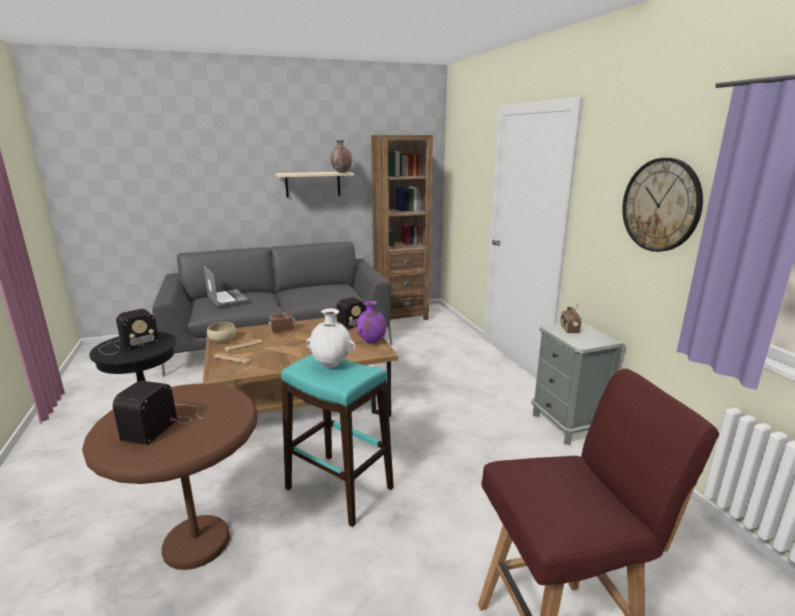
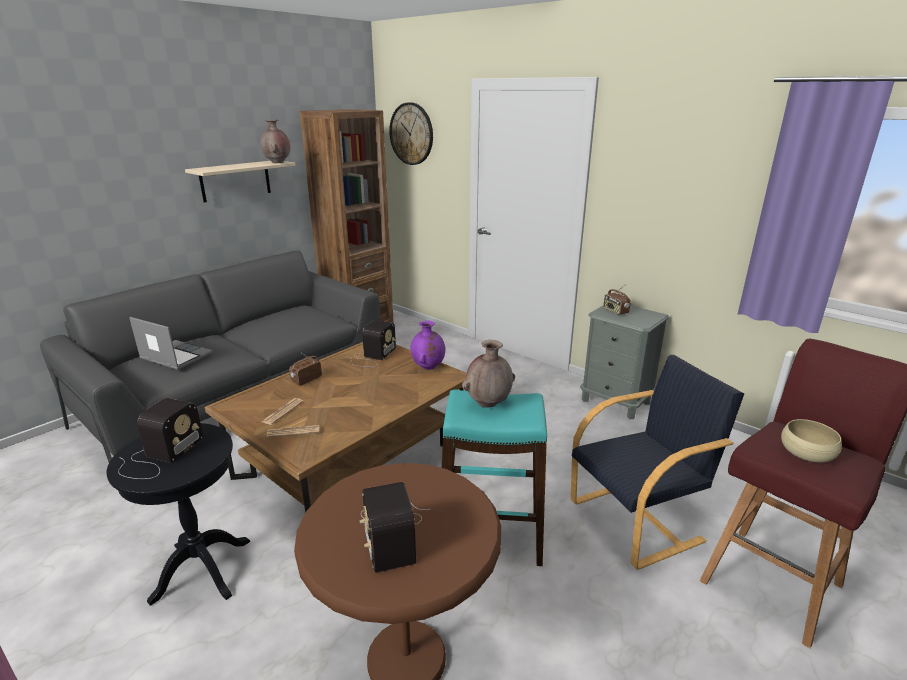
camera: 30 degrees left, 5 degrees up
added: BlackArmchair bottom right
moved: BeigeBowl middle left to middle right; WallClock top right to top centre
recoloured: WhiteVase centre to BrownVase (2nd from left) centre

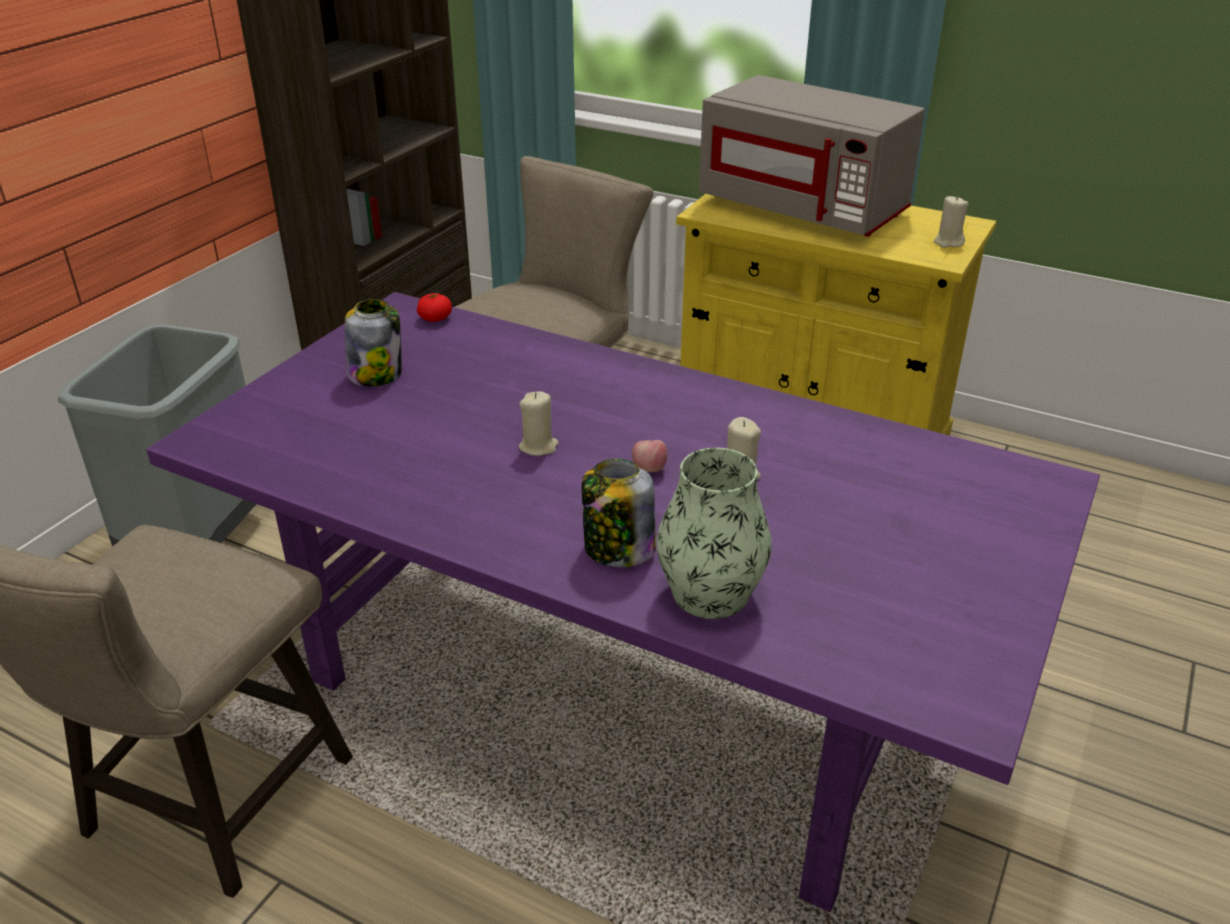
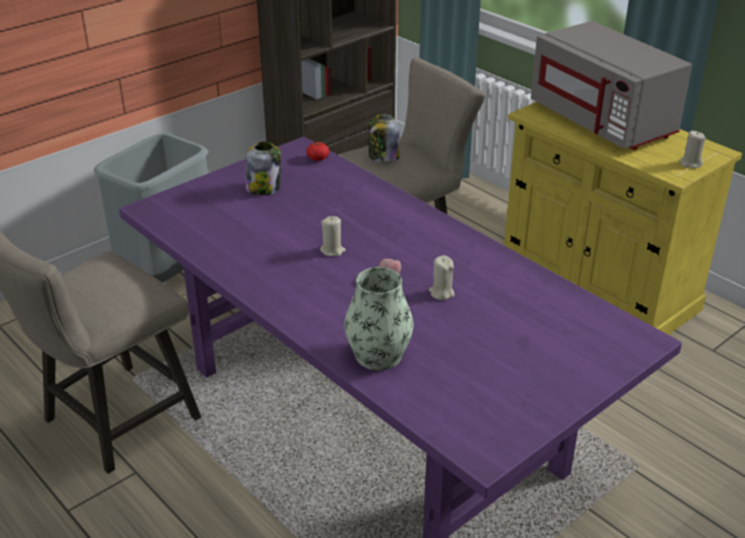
camera: 20 degrees right, 0 degrees up
moved: Jar (2nd from left) centre to top centre

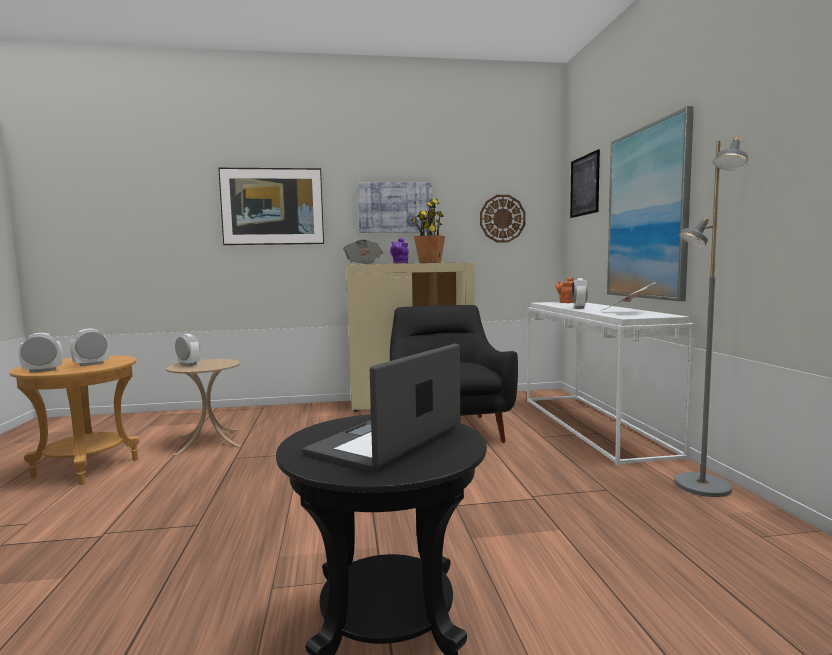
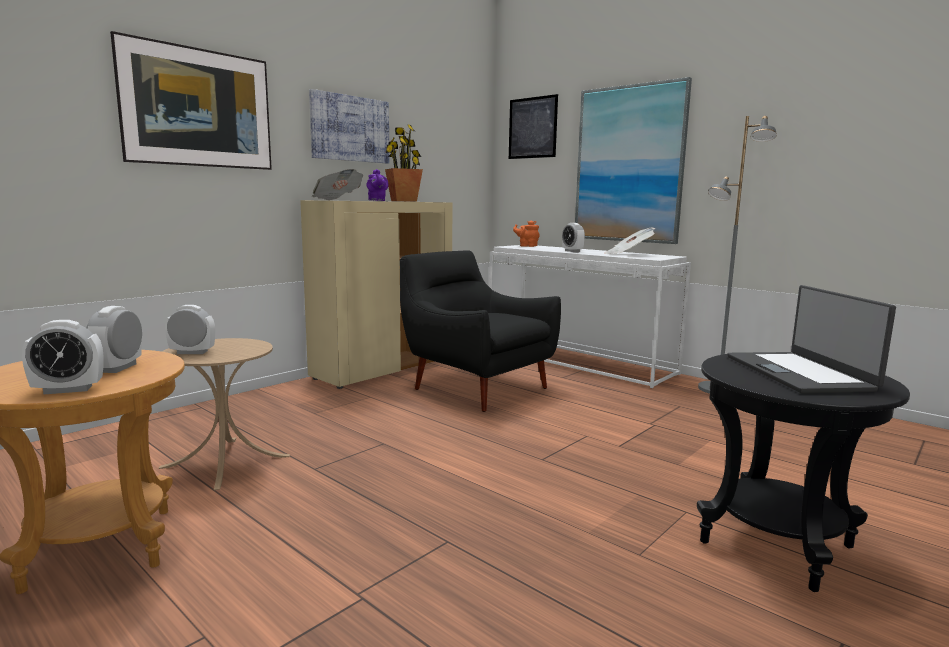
camera: 40 degrees left, 5 degrees up
removed: WallClock centre
turned: AlarmClock (1st from left) middle left = middle left 135 degrees counterclockwise

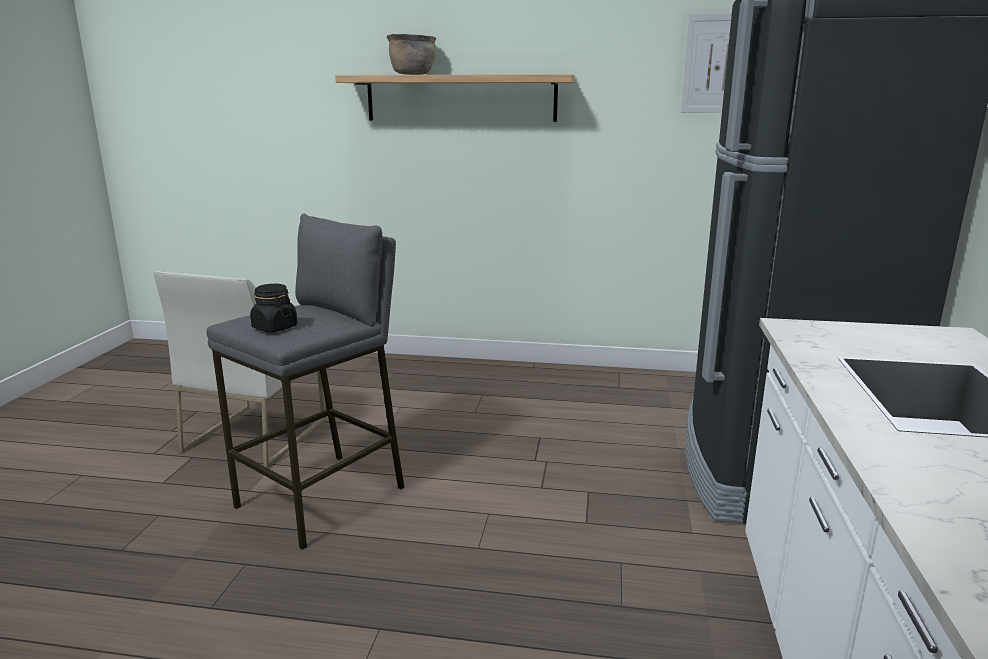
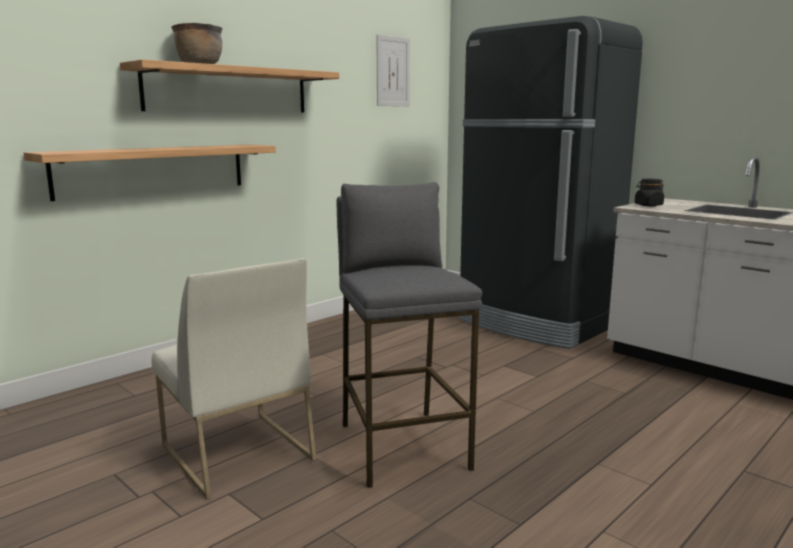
camera: 55 degrees left, 5 degrees down
added: Shelf (1st from left) top left
moved: BlackJar middle left to middle right

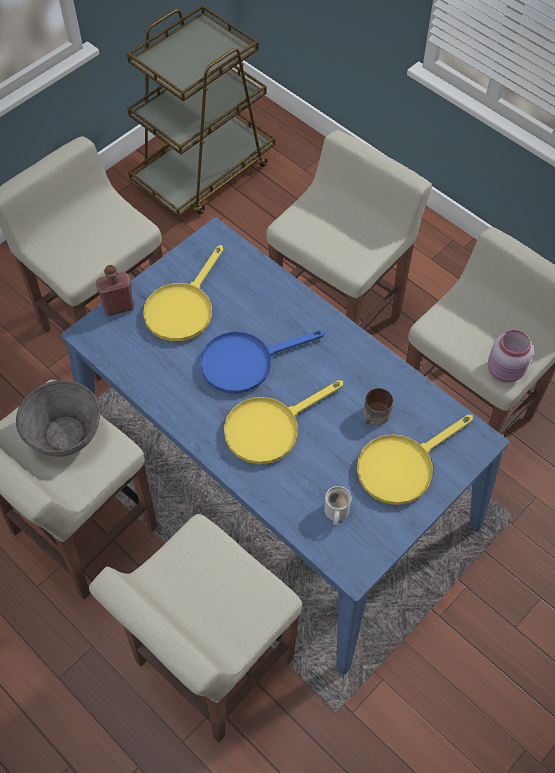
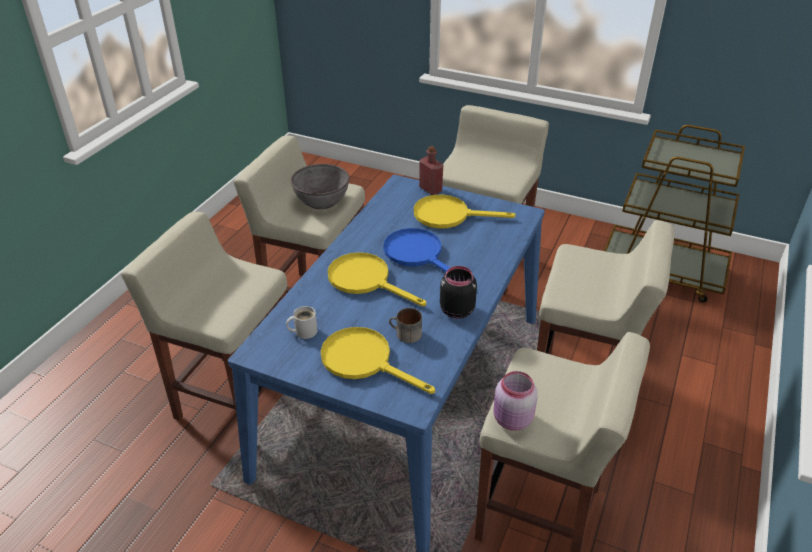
camera: 70 degrees right, 20 degrees down
added: BlackJar centre

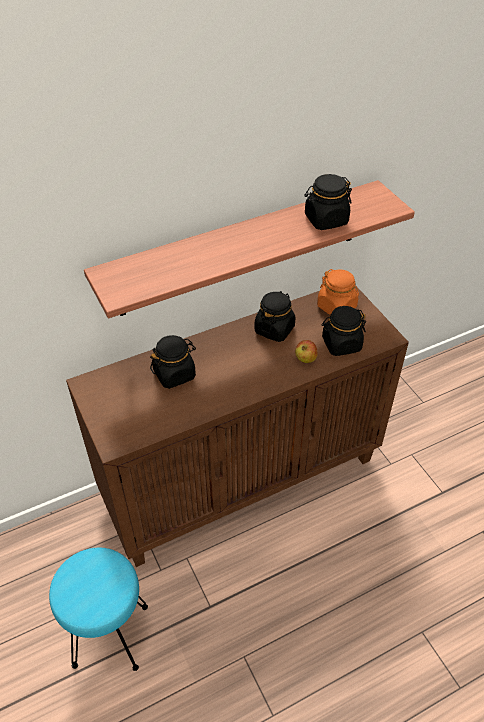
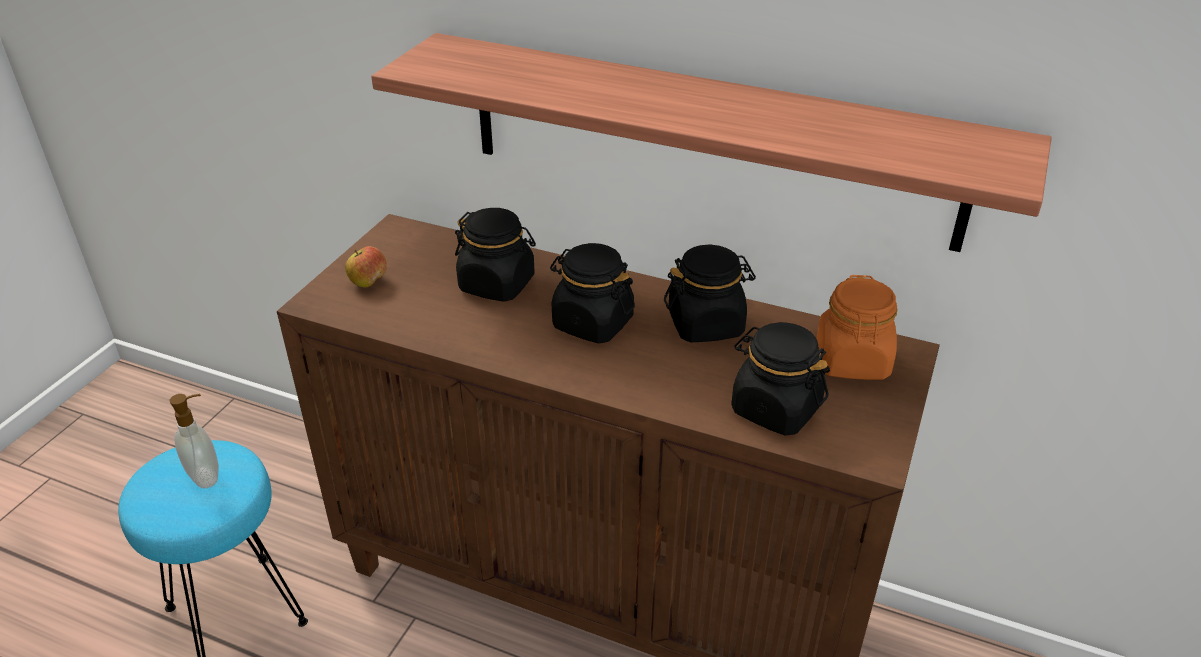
camera: 50 degrees right, 10 degrees down
added: SoapDispenser bottom left
moved: Apple centre to middle left; BlackJar (3rd from left in the first image) top right to BlackJar (2nd from left) centre

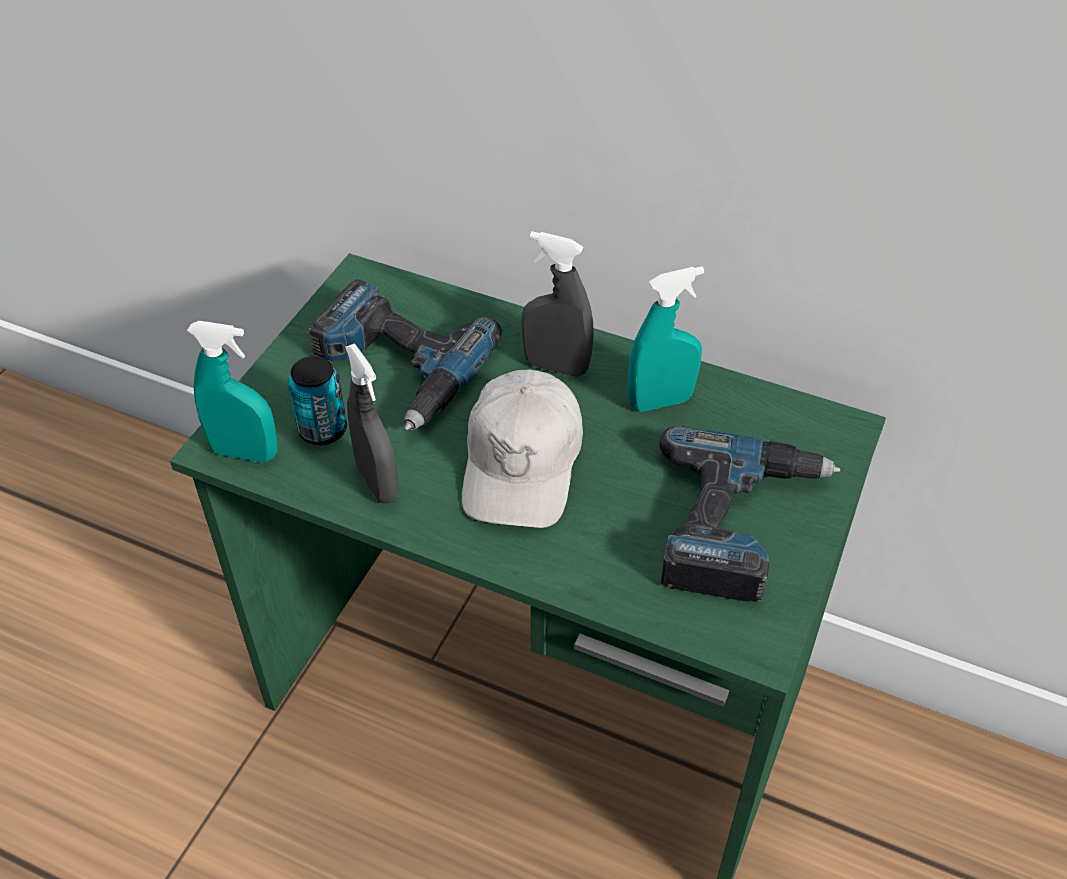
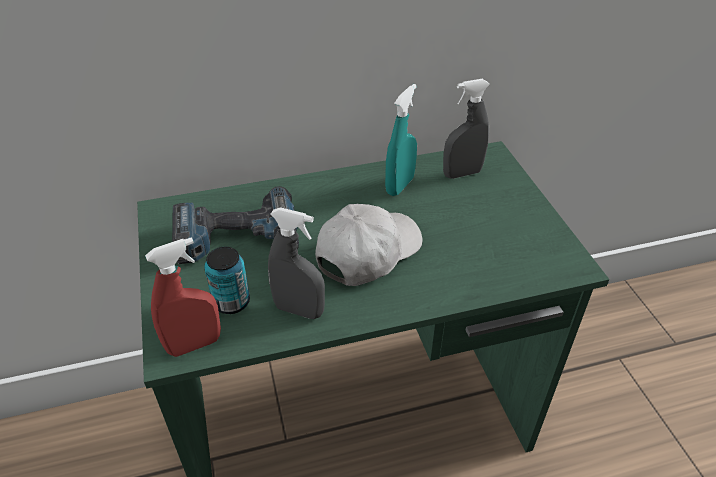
camera: 40 degrees left, 5 degrees down
removed: PowerDrill (2nd from left) middle right
moved: GreySprayBottle (2nd from left) centre to top centre
recoloured: TurquoiseSprayBottle (1st from left) middle left to RedSprayBottle middle left
turned: WhiteCap centre = centre 105 degrees counterclockwise

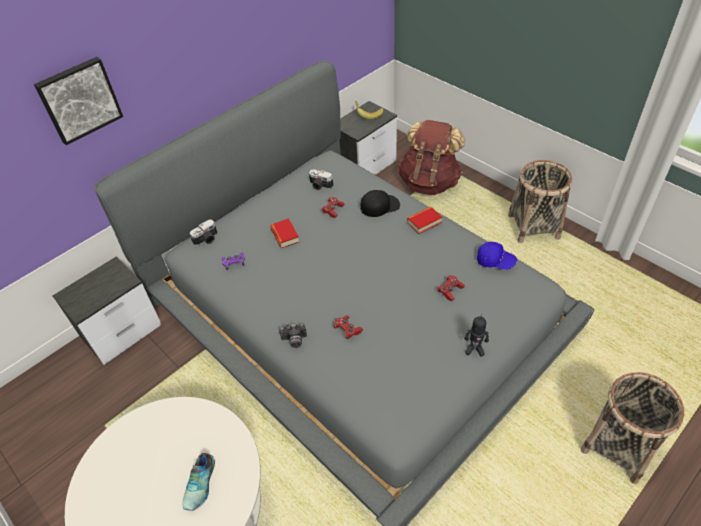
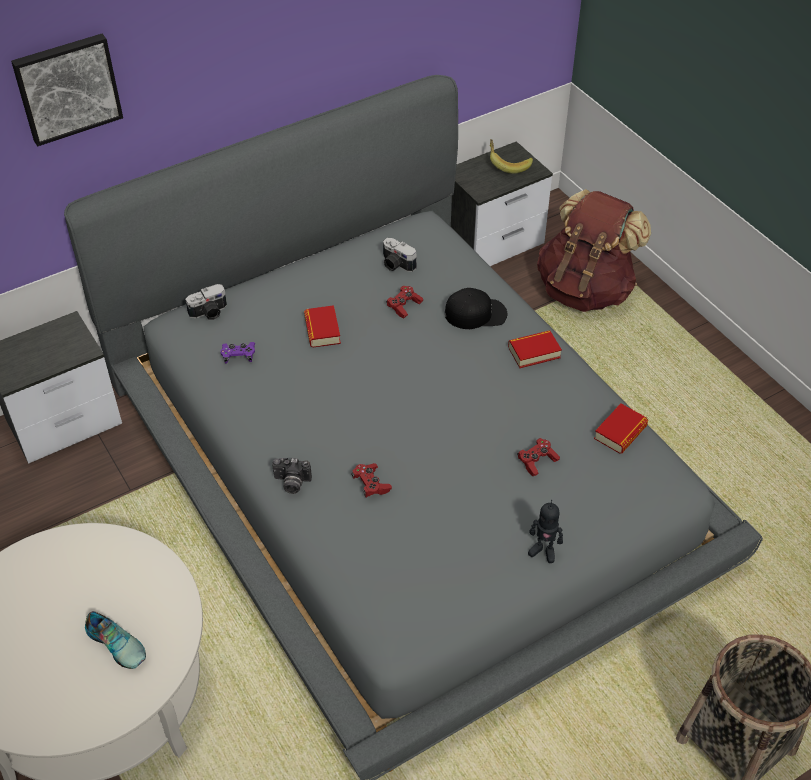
camera: 10 degrees right, 0 degrees up
removed: Basket (1st from left) middle right
replaced: BlueCap middle right to Book (3rd from left) middle right
turned: Shoe bottom left = bottom left 75 degrees counterclockwise

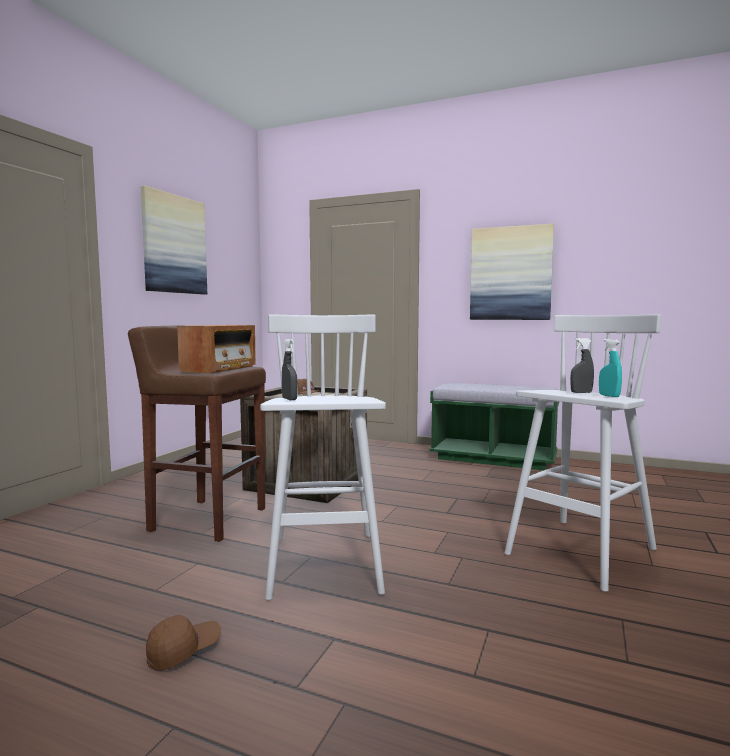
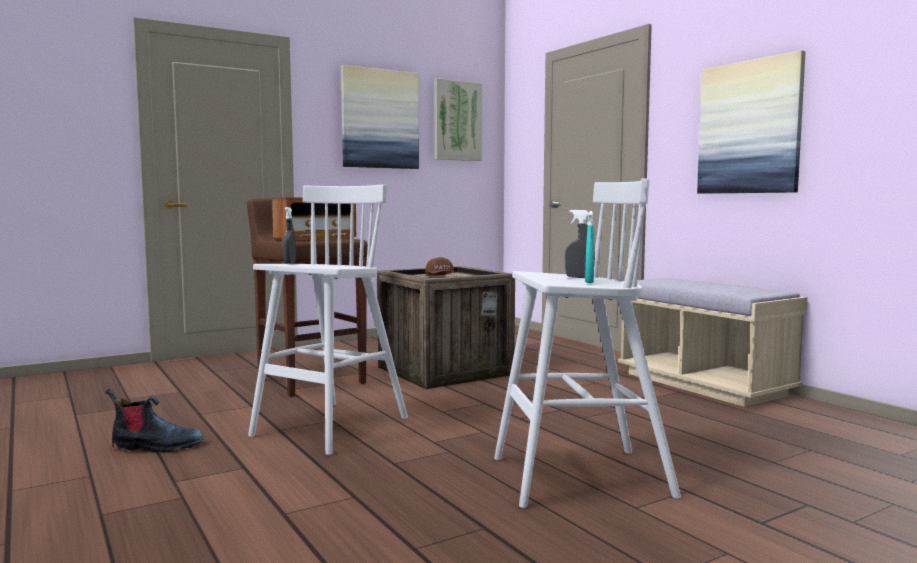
camera: 35 degrees right, 0 degrees up
added: Picture (2nd from left) top centre
replaced: BrownCap (1st from left) bottom left to Boot bottom left
recoloured: GreenBench middle right to BeigeBench middle right

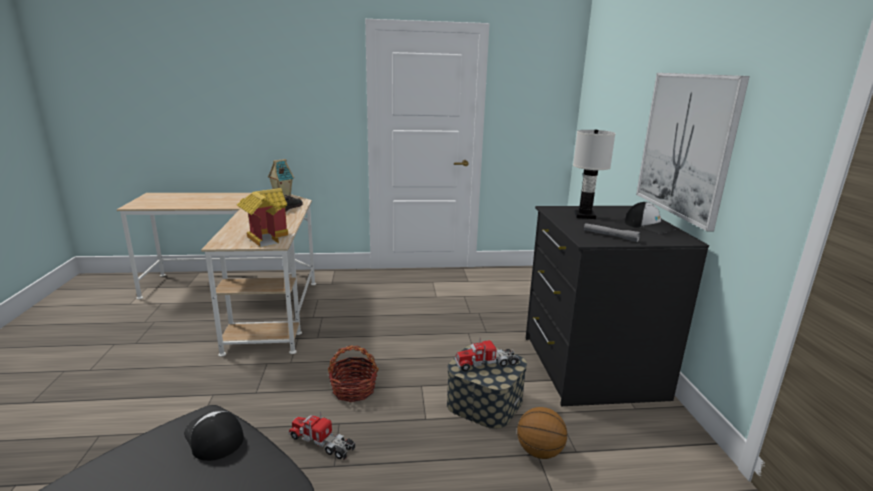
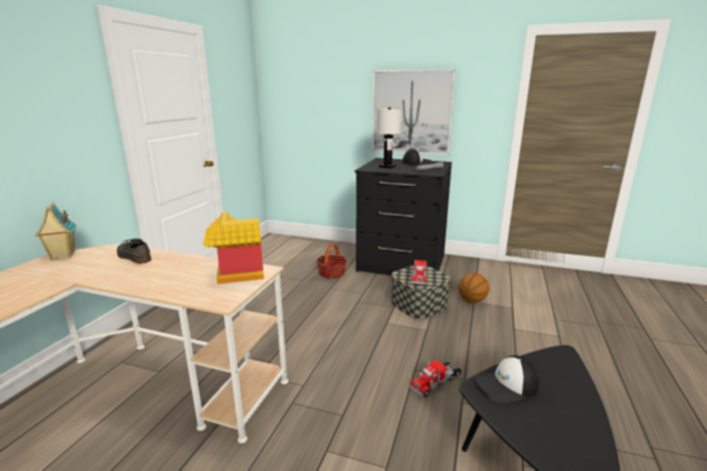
camera: 65 degrees left, 0 degrees up
moved: Basket bottom centre to centre

